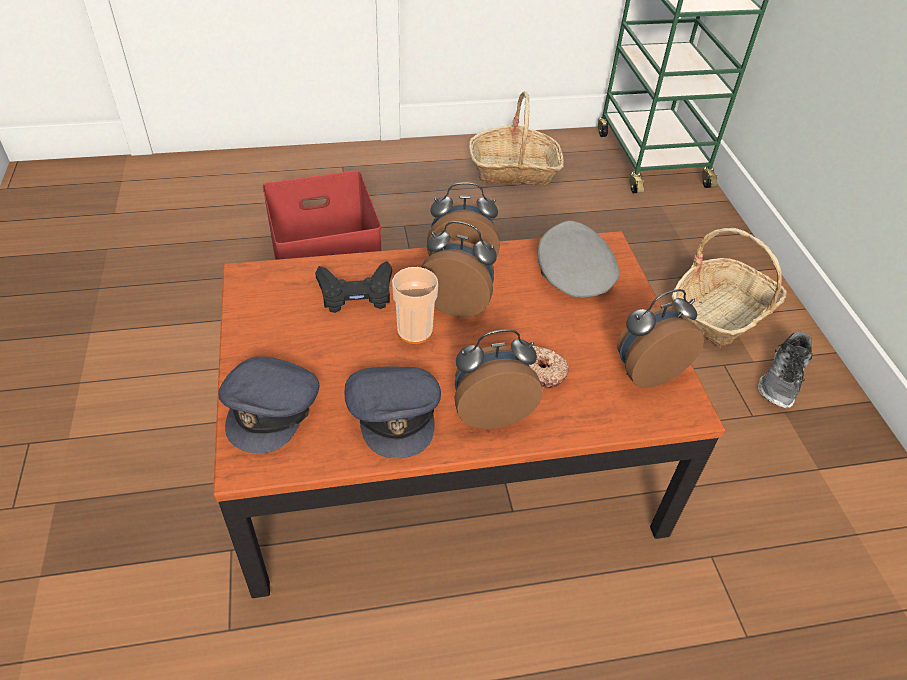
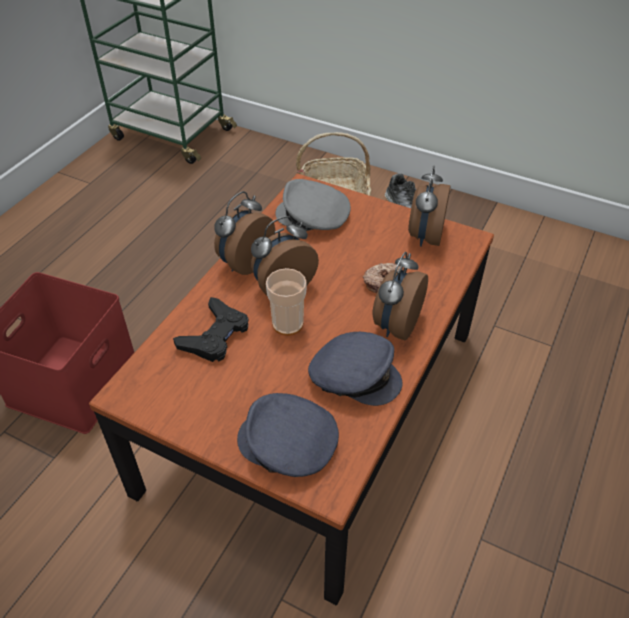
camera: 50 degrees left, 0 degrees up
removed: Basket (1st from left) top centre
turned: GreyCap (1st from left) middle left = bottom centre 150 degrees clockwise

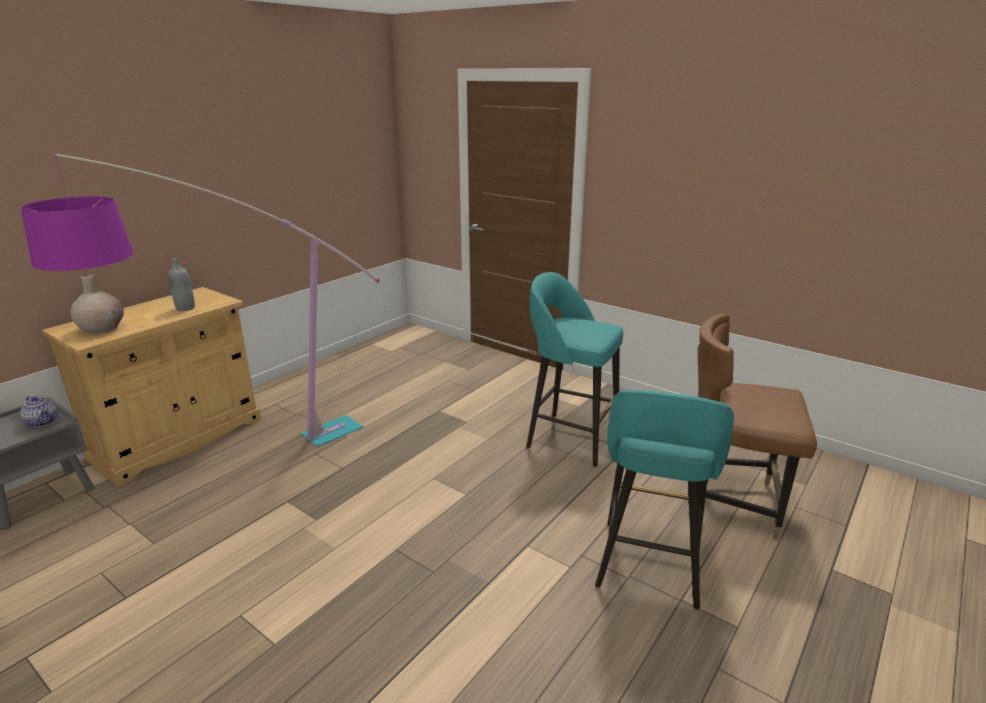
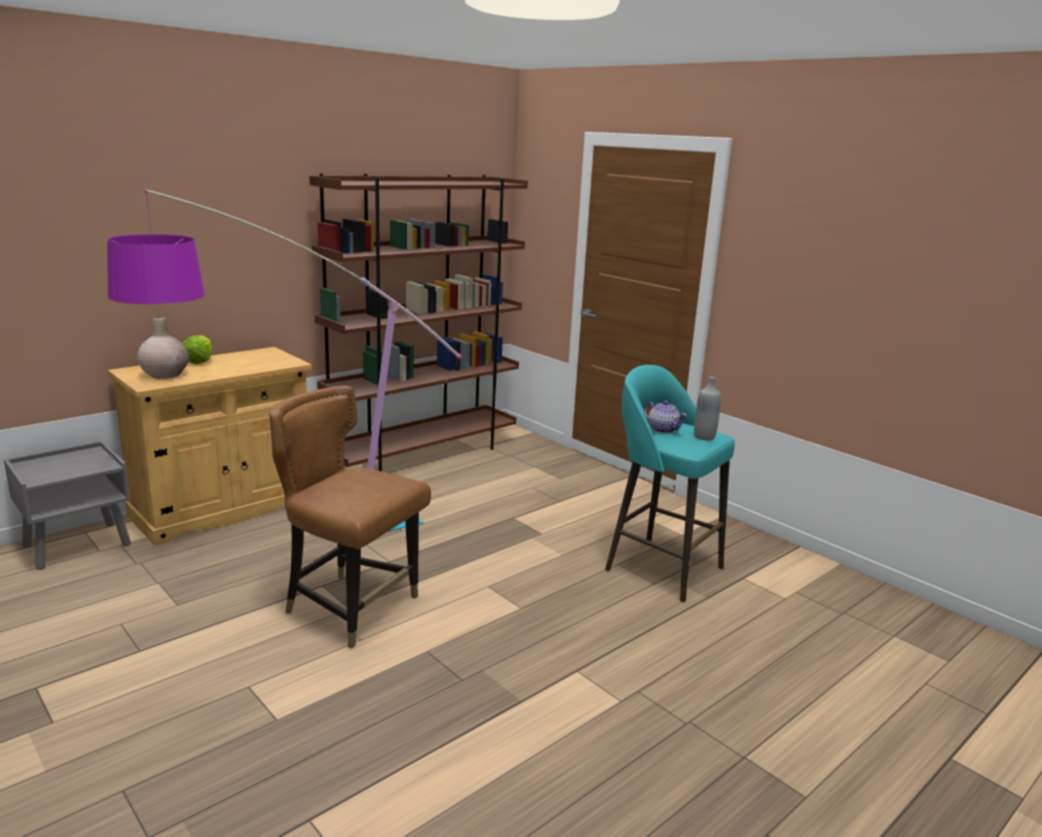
camera: 10 degrees right, 5 degrees down
removed: TurquoiseStool (2nd from left) bottom right
added: Lettuce middle left; BrownBookcase centre
moved: Teapot middle left to centre; GreyBottle middle left to middle right; BrownChair middle right to centre

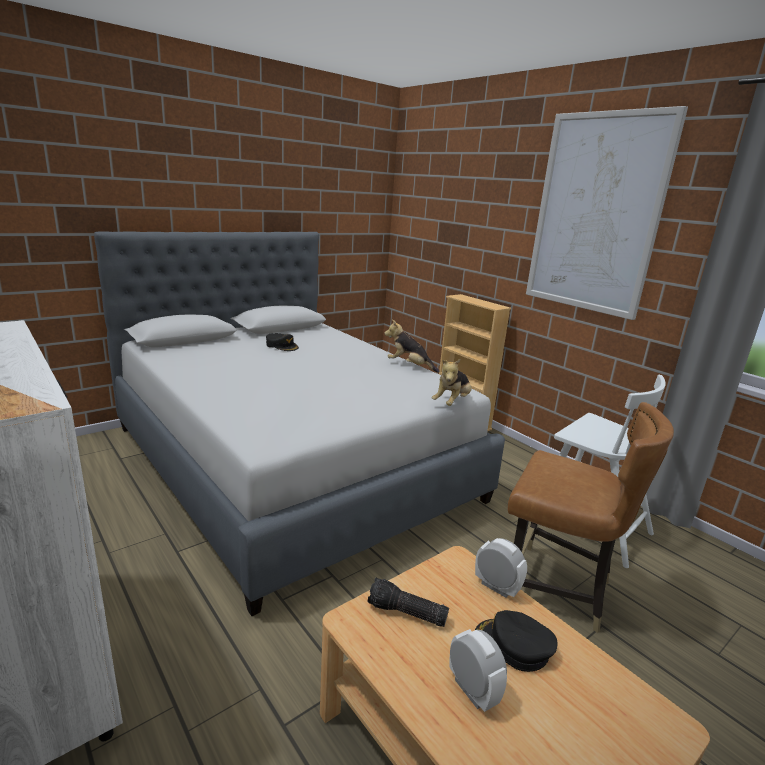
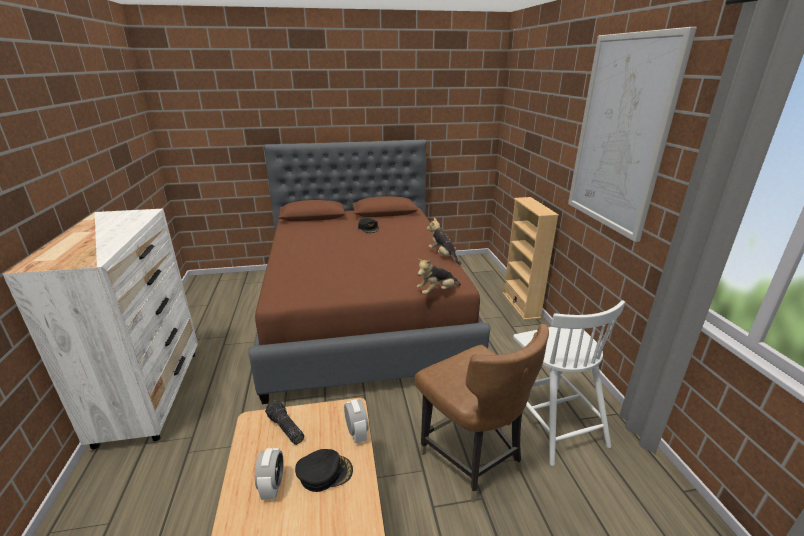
camera: 30 degrees right, 5 degrees up
recoloured: GreyBed centre to BrownBed centre
turned: BlackCap (2nd from left in the first image) bottom right = bottom centre 120 degrees clockwise

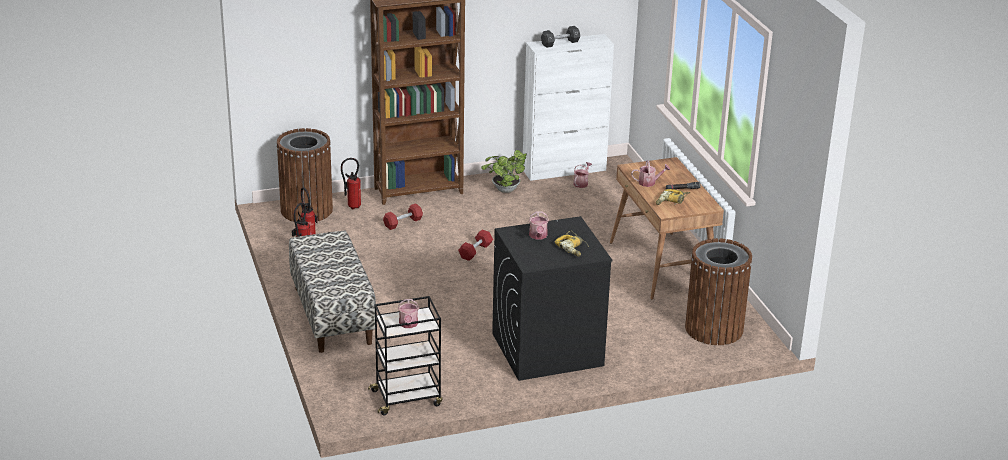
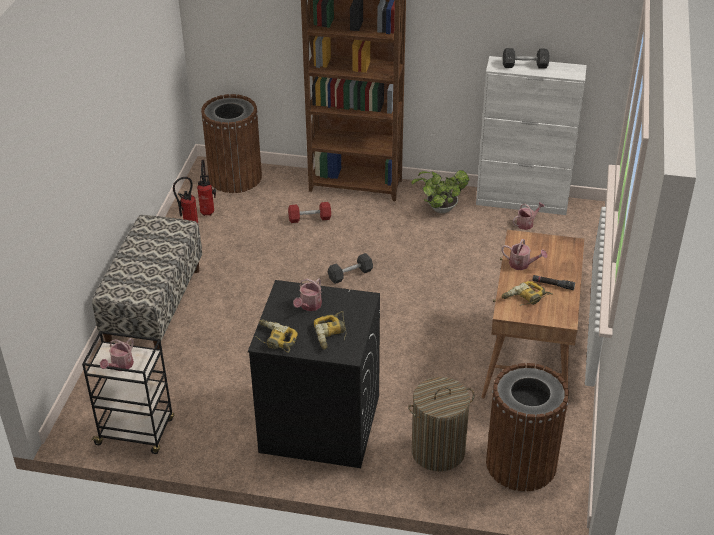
camera: 30 degrees right, 10 degrees up
removed: FireExtinguisher (3rd from left) centre
added: PowerDrill (1st from left) centre; LaundryBasket bottom centre
recoloured: RedDumbbell (2nd from left) centre to BlackDumbbell (1st from left) centre

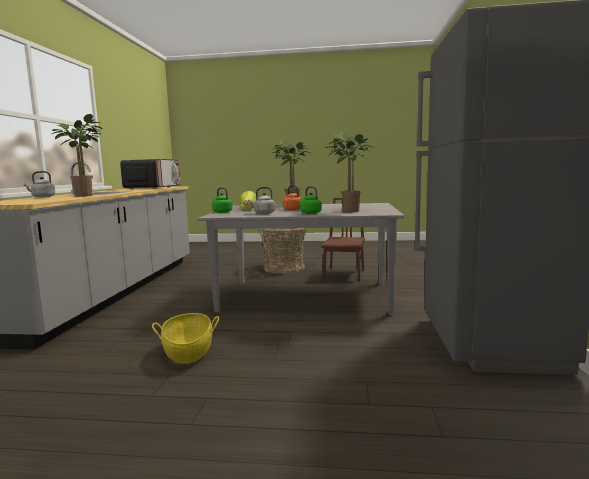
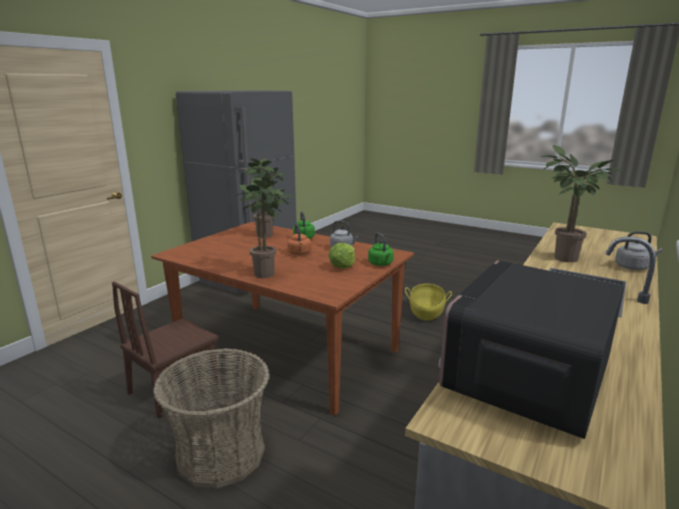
camera: 155 degrees left, 10 degrees up
recoloured: GreyDiningTable centre to BrownDiningTable centre

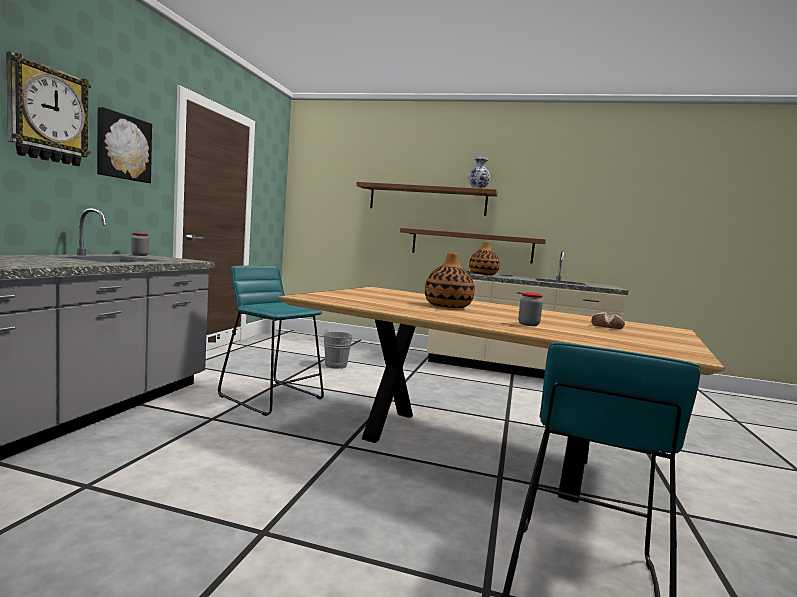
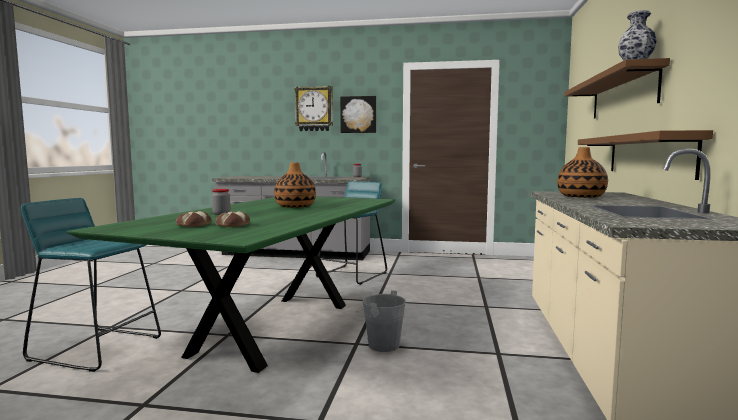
camera: 85 degrees right, 0 degrees up
added: Bread (1st from left) middle left
moved: GreyBucket centre to bottom centre
recoloured: BrownDiningTable centre to GreenDiningTable bottom left

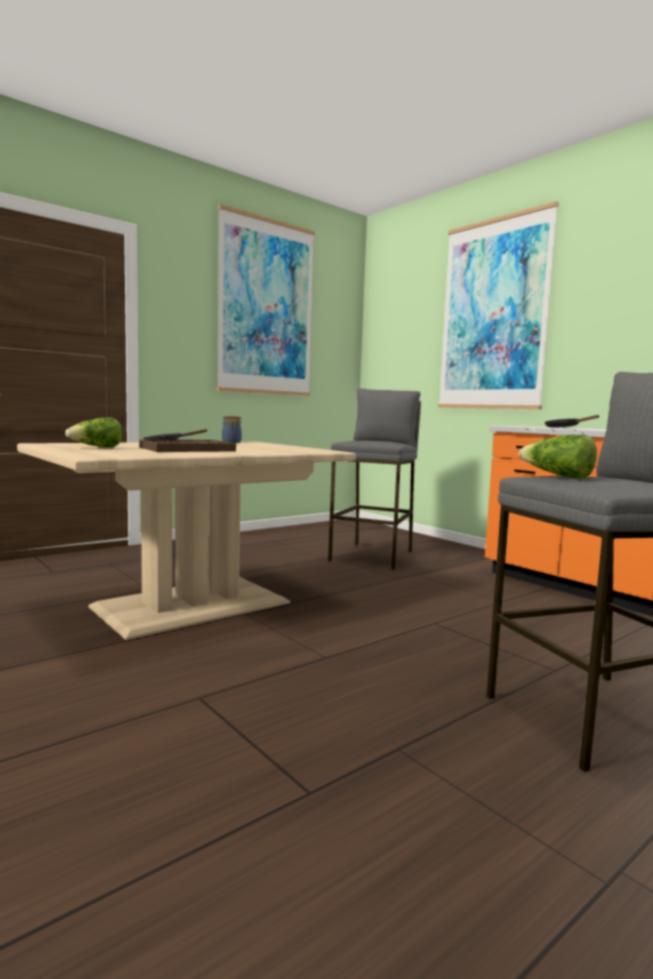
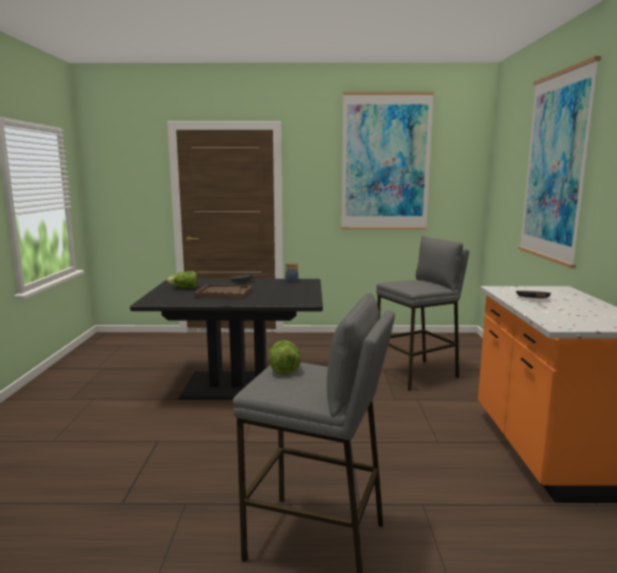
camera: 40 degrees right, 5 degrees up
recoloured: BeigeDiningTable middle left to BlackDiningTable centre

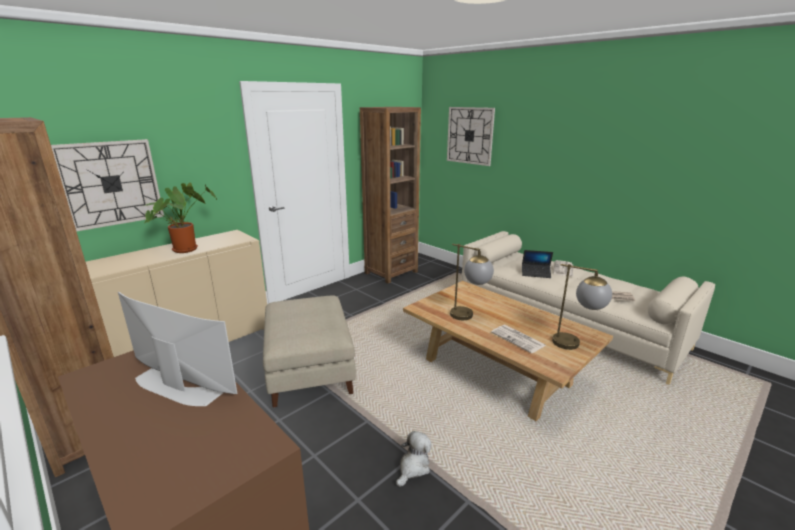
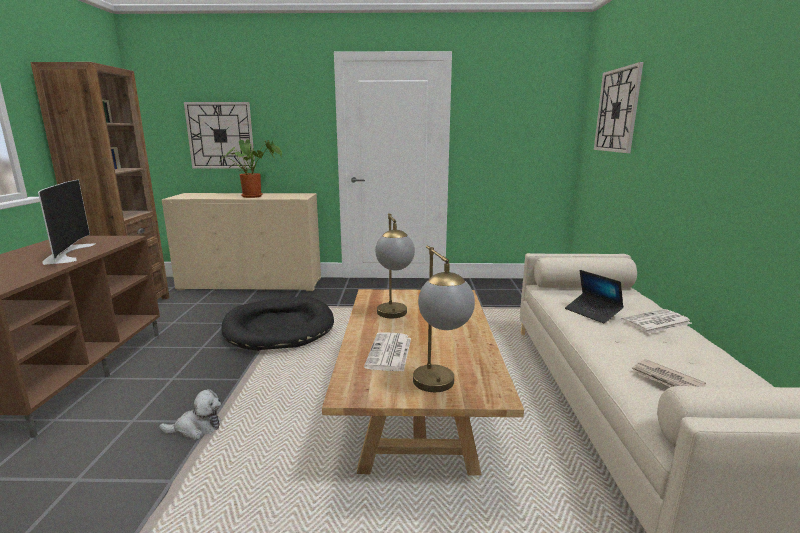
camera: 45 degrees right, 5 degrees down
removed: BrownBookcase (2nd from left) centre
replaced: BeigeOttoman centre to BlackDogBed centre

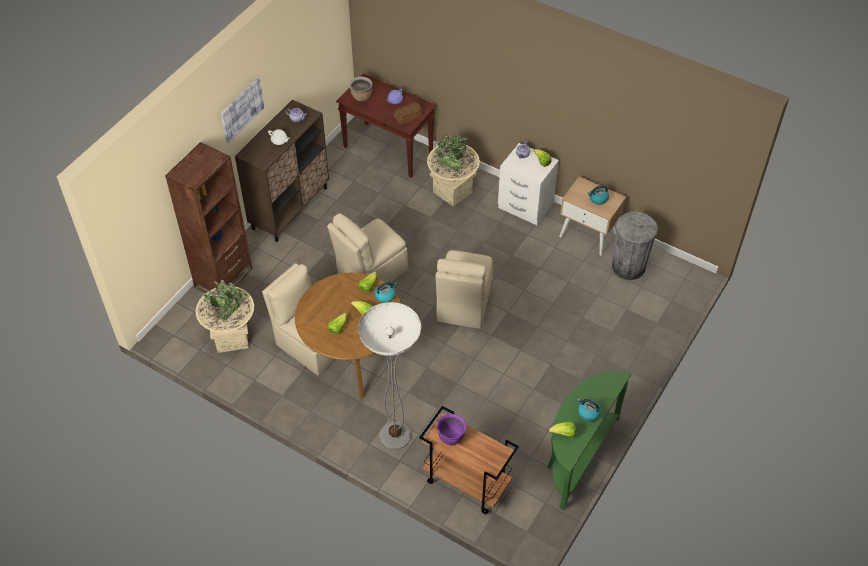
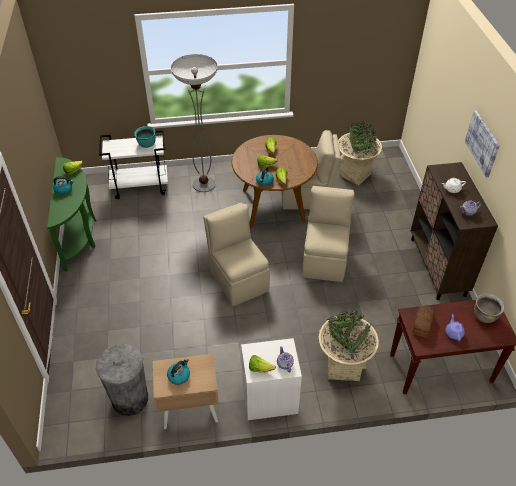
camera: 140 degrees right, 5 degrees down
removed: BrownBookcase middle left
recoloured: BrownCart bottom centre to WhiteCart middle left; PurpleCookingPot bottom centre to TurquoiseCookingPot top left

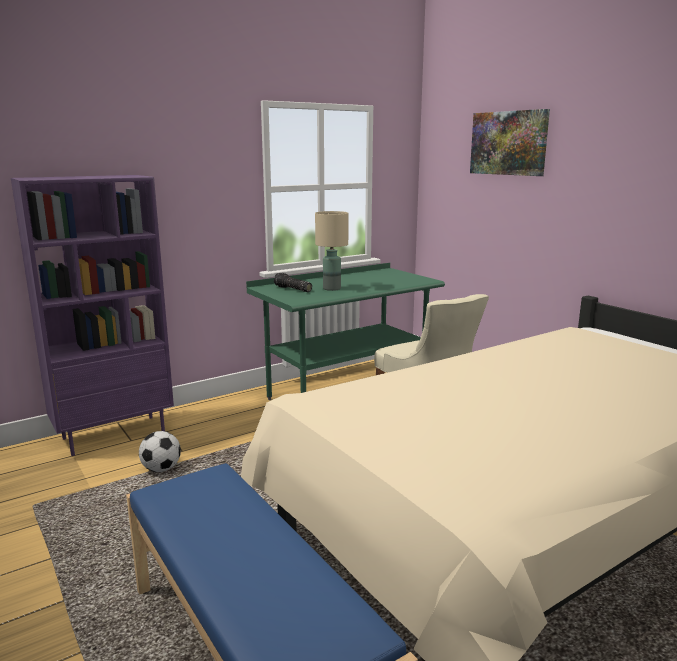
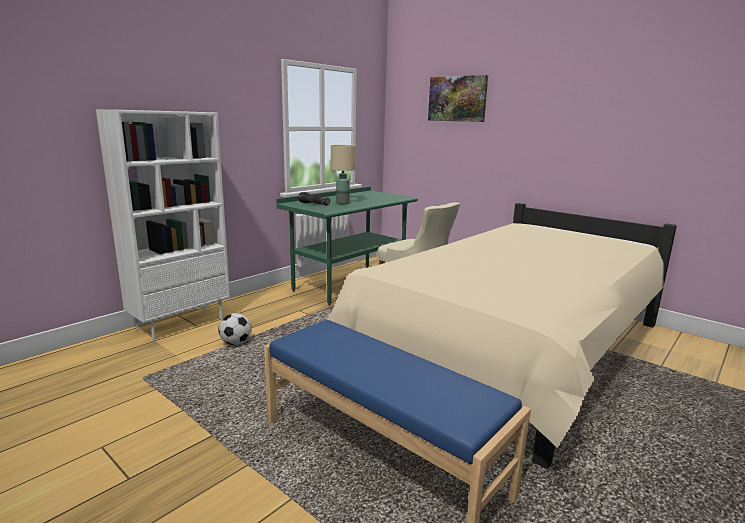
camera: 15 degrees left, 0 degrees up
recoloured: PurpleBookcase middle left to WhiteBookcase middle left

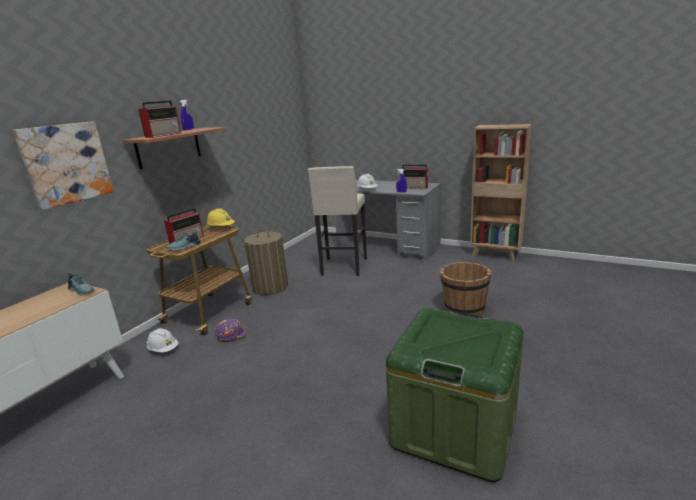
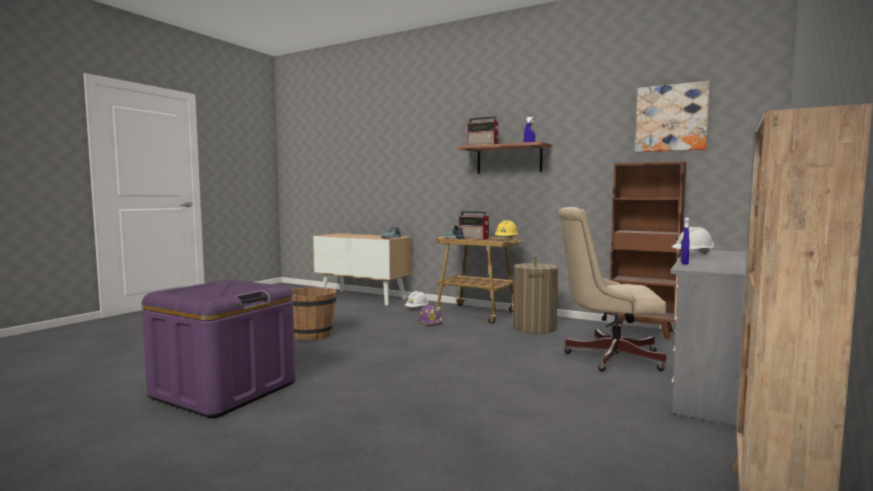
camera: 90 degrees right, 15 degrees down
removed: Radio (3rd from left) centre
added: BrownBookcase (1st from left) middle right
moved: Picture top left to top right; BrownBucket middle right to centre
replaced: BeigeStool centre to BeigeOfficeChair middle right
recoloured: GreenStorageBox bottom centre to PurpleStorageBox bottom left

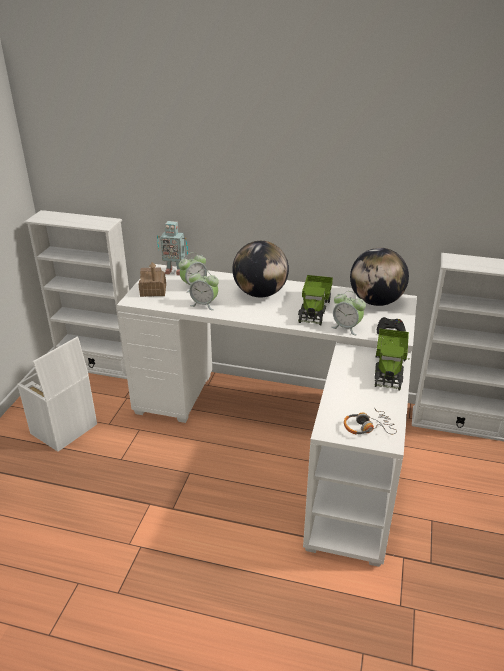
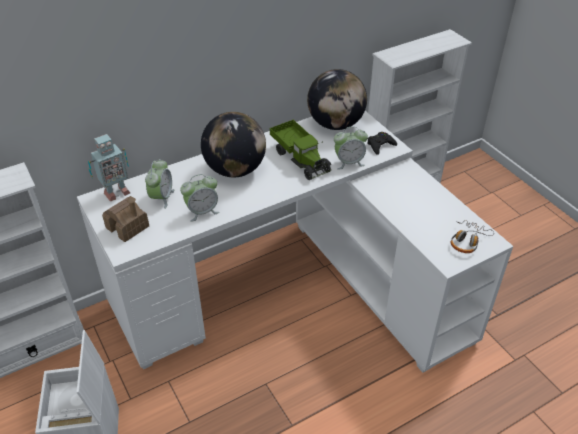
camera: 45 degrees left, 10 degrees up
removed: ToyTruck (2nd from left) middle right

